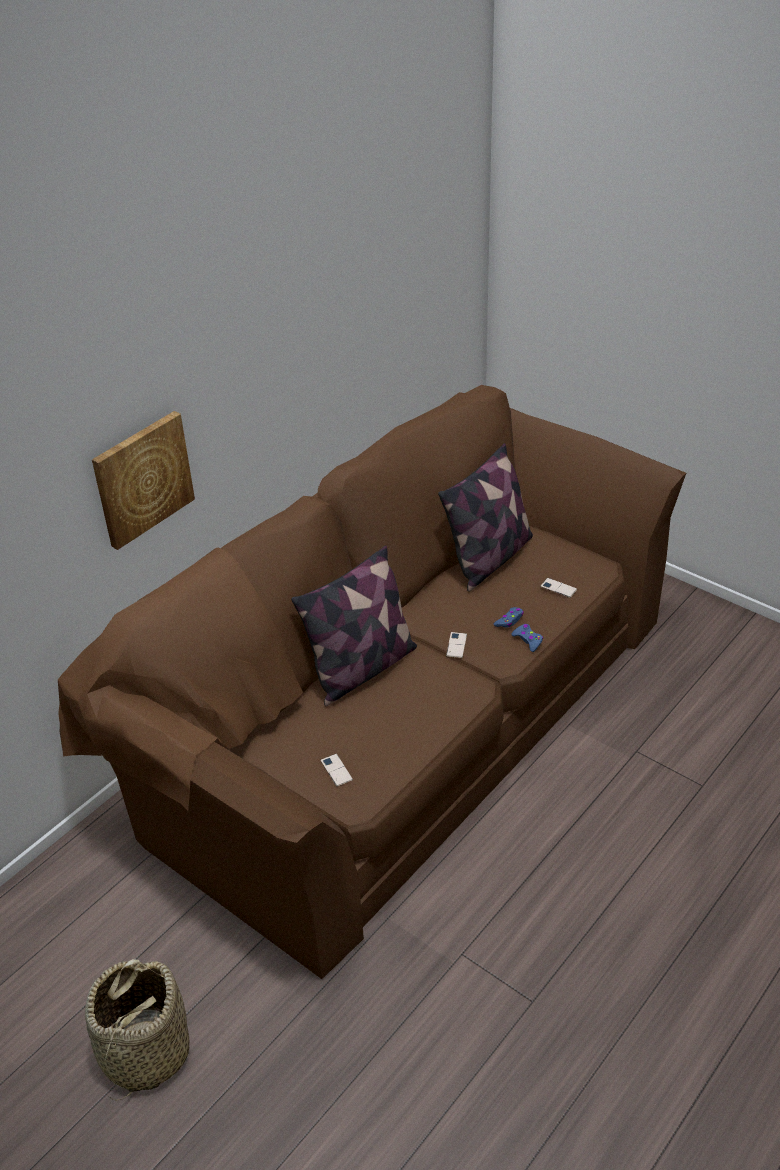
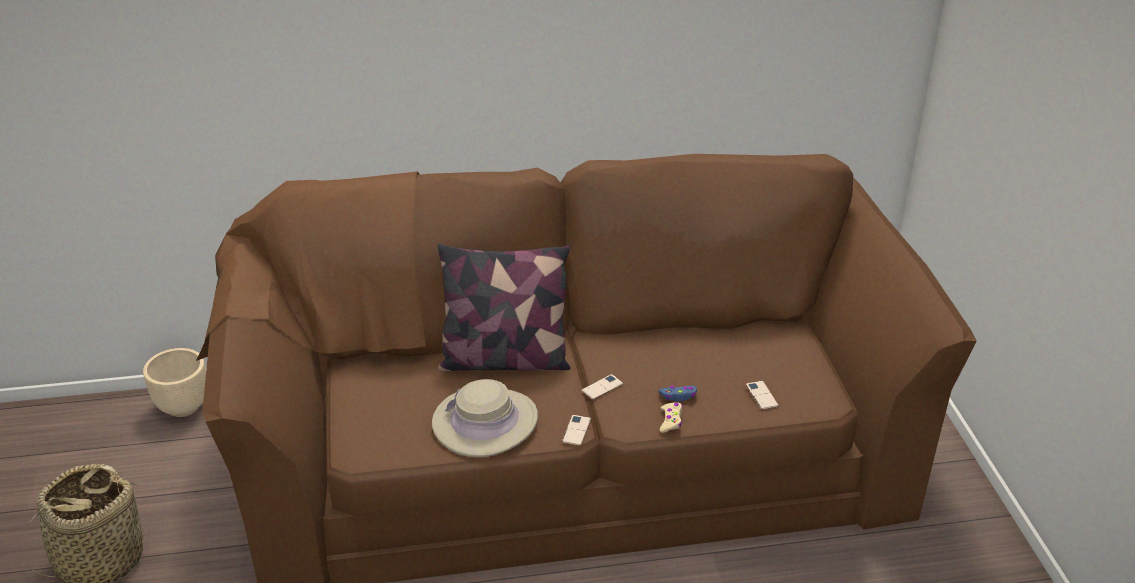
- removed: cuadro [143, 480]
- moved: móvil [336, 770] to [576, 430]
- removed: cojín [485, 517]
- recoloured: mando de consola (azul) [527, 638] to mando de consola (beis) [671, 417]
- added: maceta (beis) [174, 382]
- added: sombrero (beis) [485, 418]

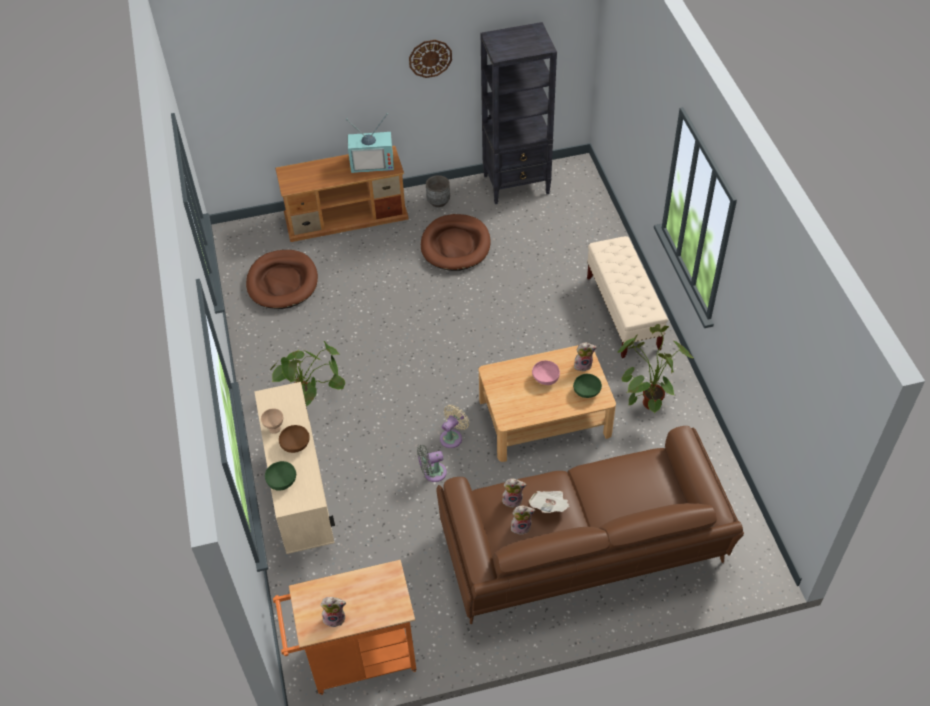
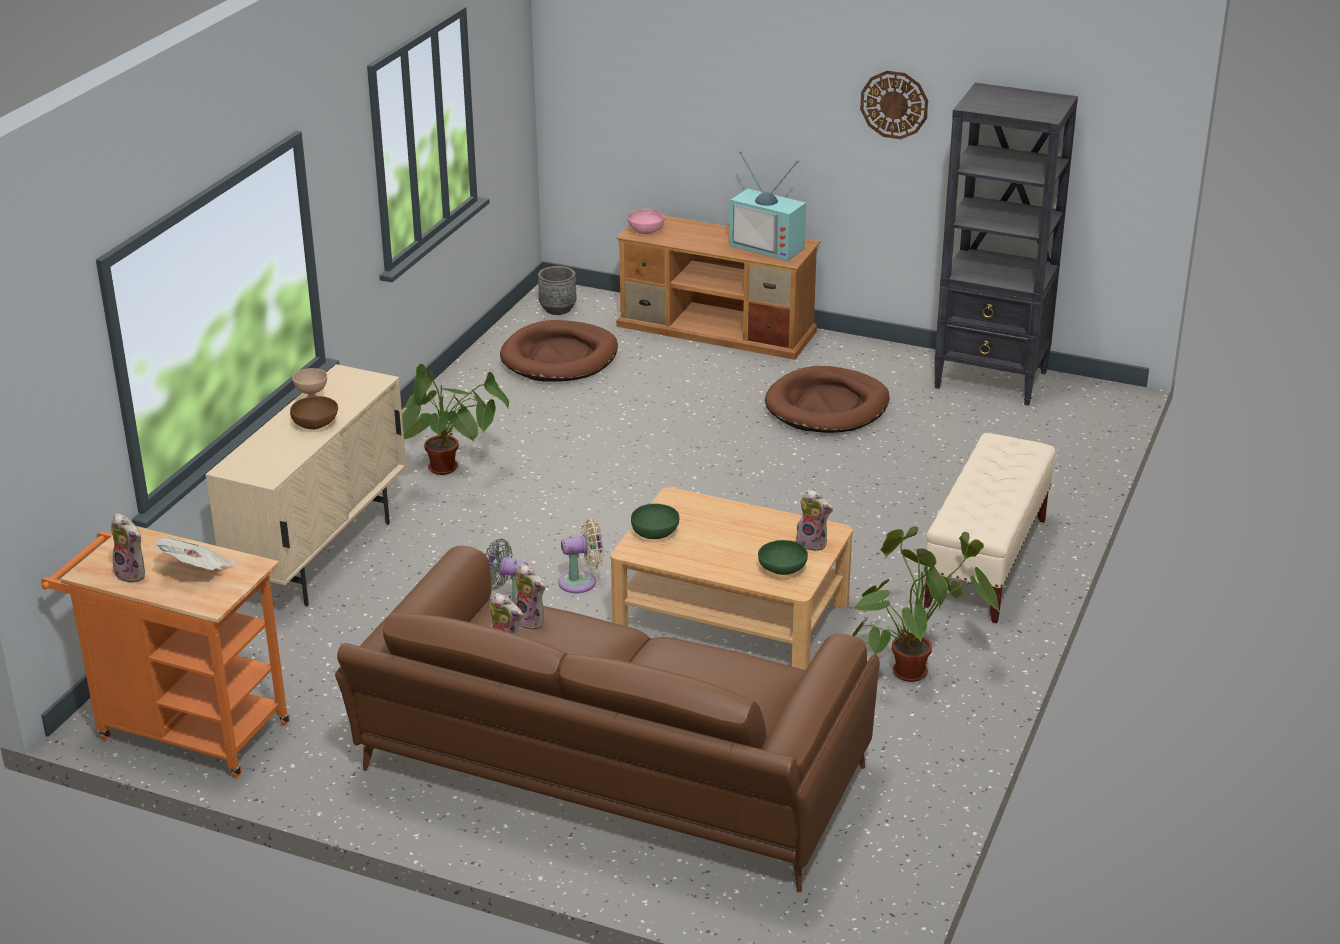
- moved: cuenco (verde) [280, 476] to [655, 521]
- moved: maceta (gris) [438, 191] to [557, 290]
- moved: periódico [549, 502] to [195, 553]
- moved: cuenco (rosa) [546, 372] to [646, 221]

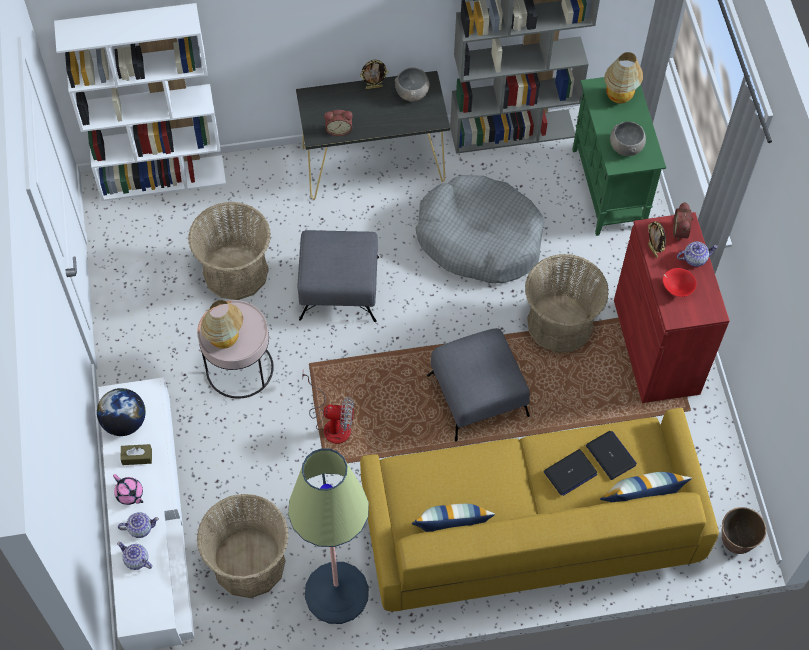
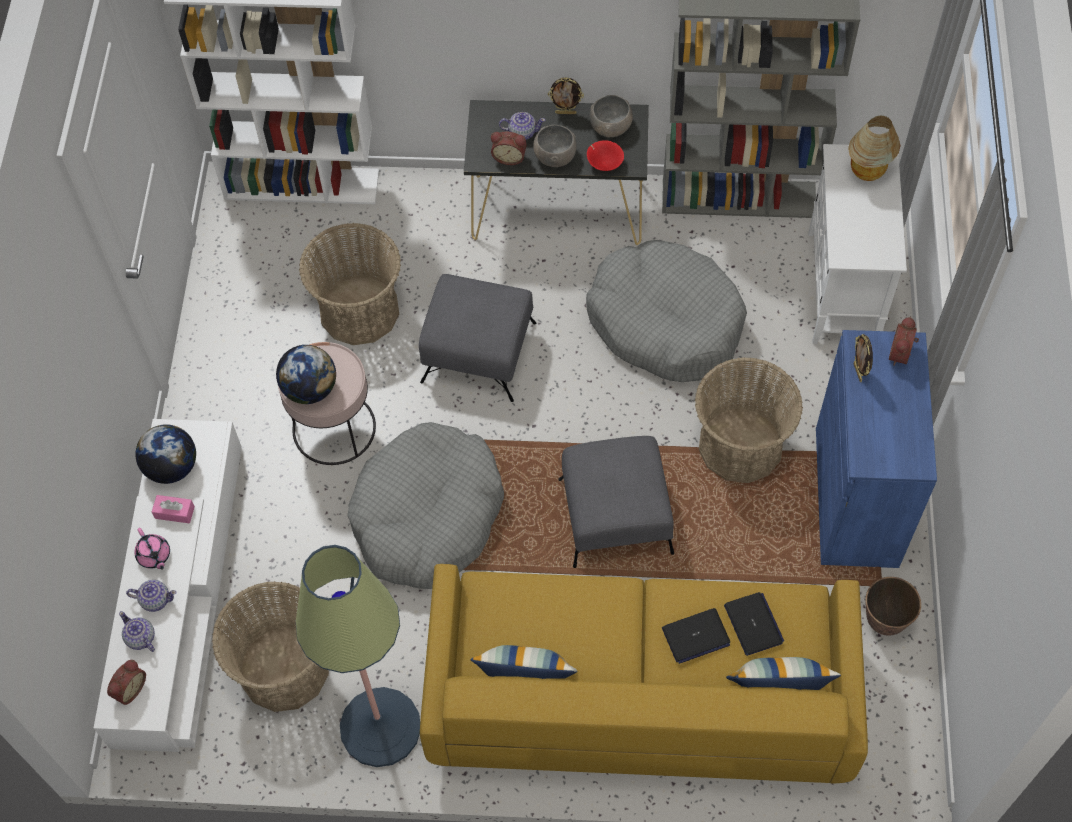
- recoloured: caja de pañuelos (marrón) [136, 454] to caja de pañuelos (rosa) [173, 509]
- replaced: lámpara de mesa [222, 324] to globo terráqueo [306, 374]
- replaced: ventilador [328, 407] to cama para perro (gris) [425, 505]
- recoloured: armario (verde) [619, 156] to armario (blanco) [858, 244]
- moved: cuenco (gris) [628, 139] to [555, 146]
- recoloured: armario (rojo) [672, 307] to armario (azul) [876, 449]
- moved: cuenco (rojo) [679, 282] to [605, 155]
- moved: tetera [697, 254] to [522, 126]
- moved: maceta [744, 530] to [893, 606]
- added: despertador [126, 682]

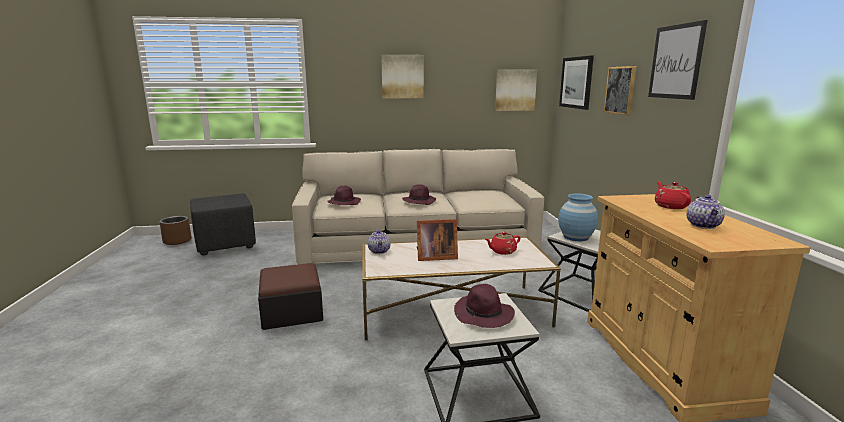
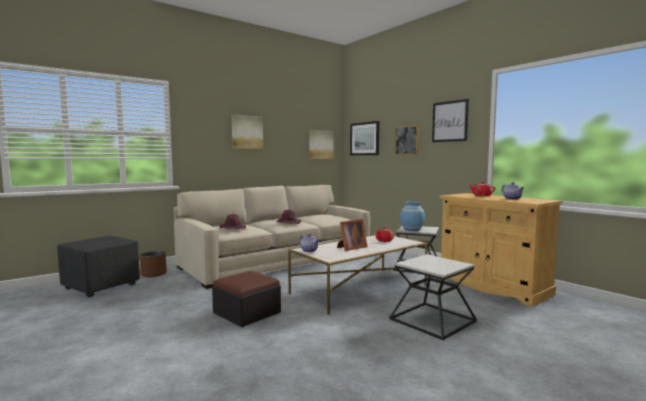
- moved: maceta (marrón) [175, 230] to [153, 264]
- removed: sombrero (morado) [484, 306]

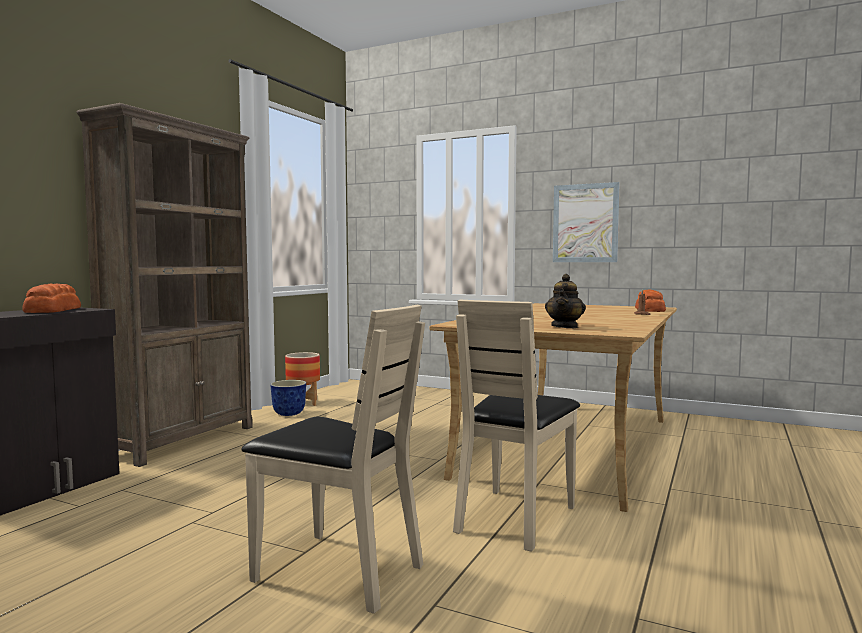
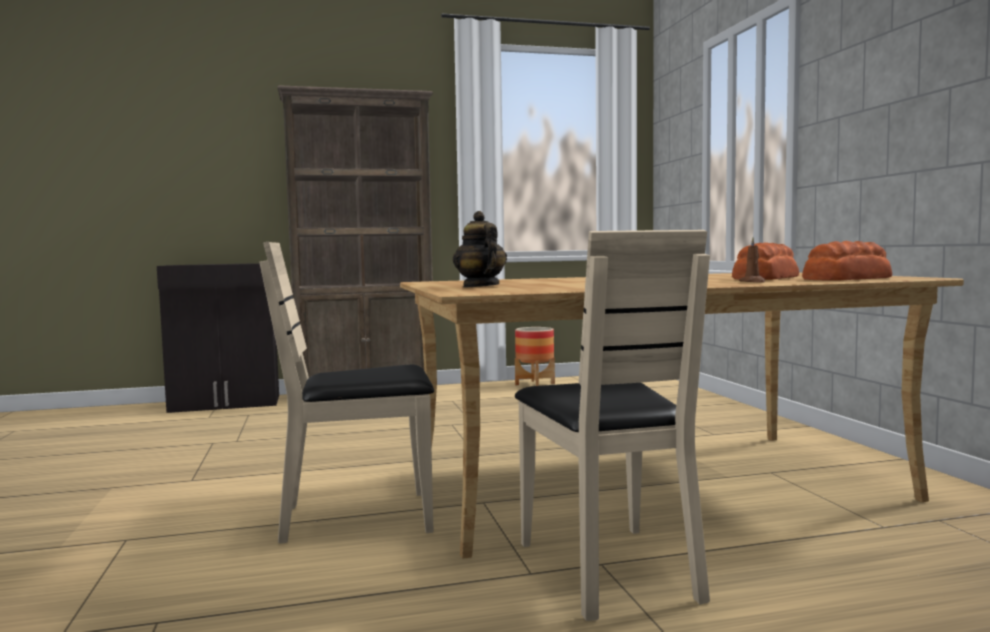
- moved: pan [51, 298] to [765, 261]
- moved: silla (beis) [333, 459] to [612, 425]
- removed: maceta [288, 398]
- turned: tetera [565, 301] = [480, 249] 90 degrees clockwise
- removed: cuadro [586, 222]

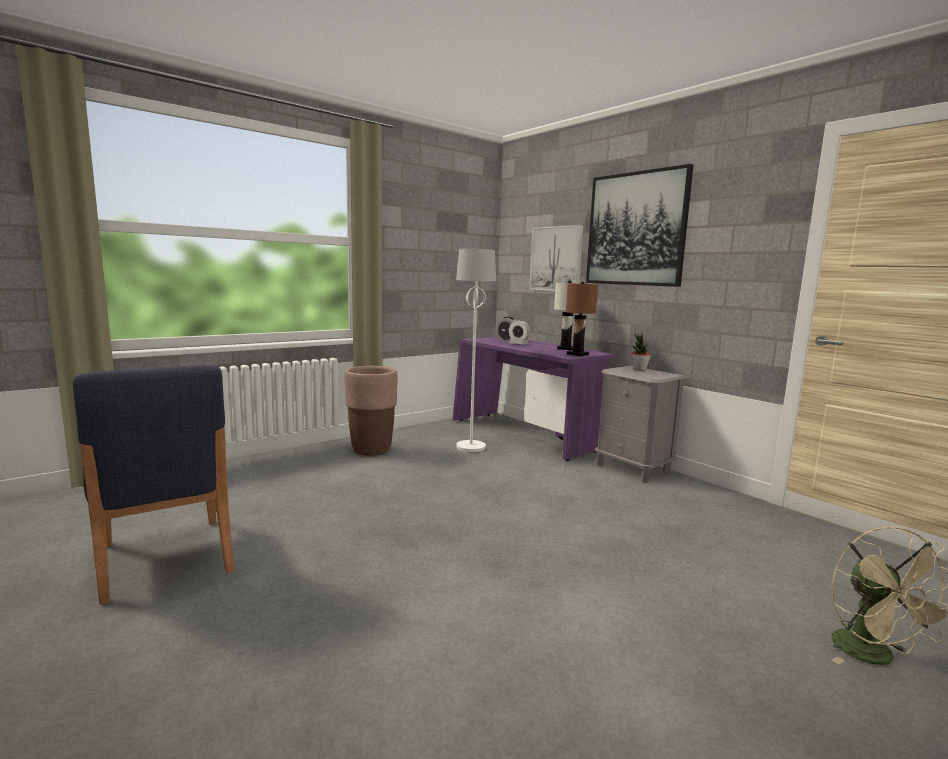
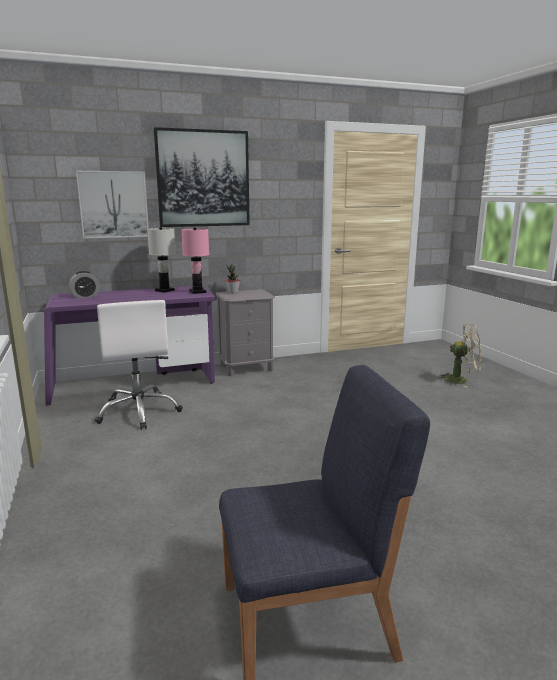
- removed: maceta (marrón) [371, 411]
- replaced: lámpara de pie (blanco) [476, 350] to silla de oficina (blanco) [139, 365]
- removed: despertador [519, 332]
- recoloured: lámpara de mesa (marrón) [582, 319] to lámpara de mesa (rosa) [195, 261]

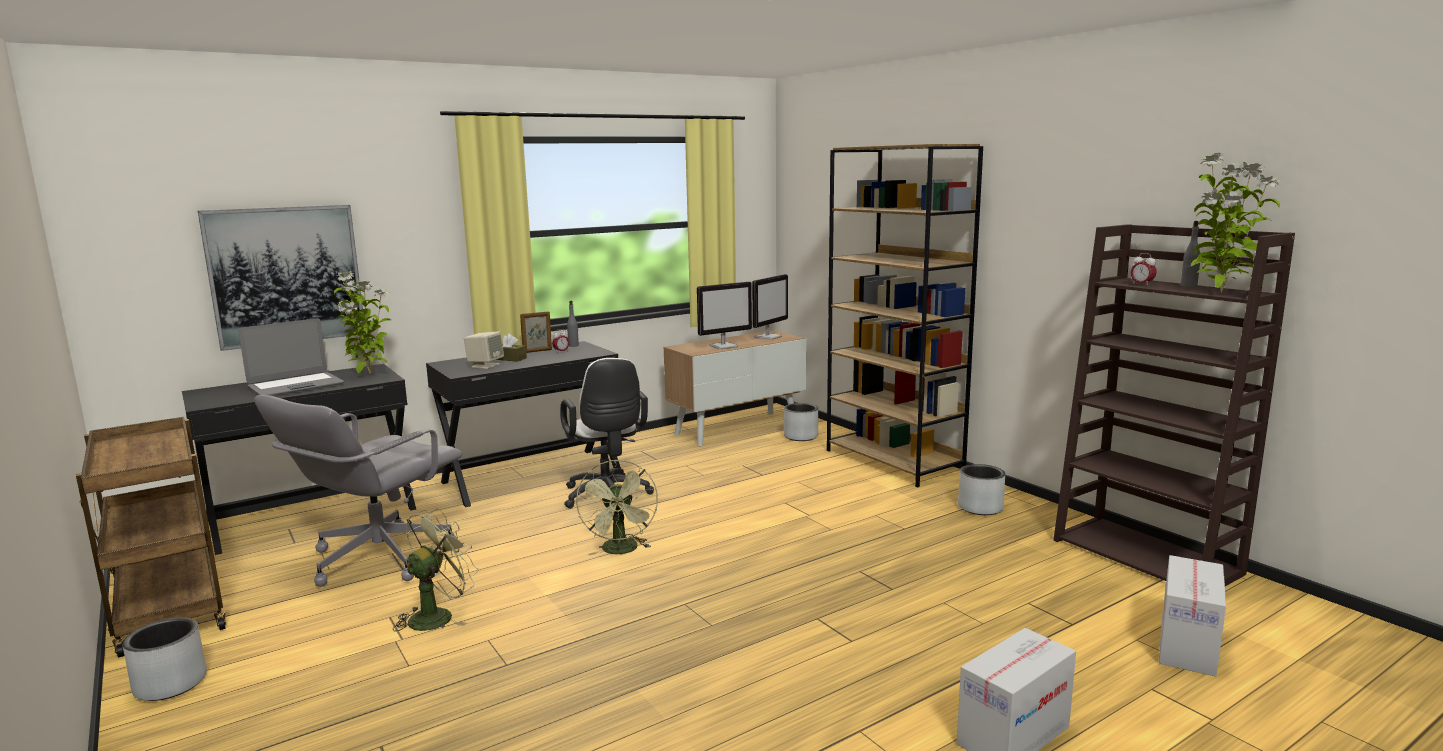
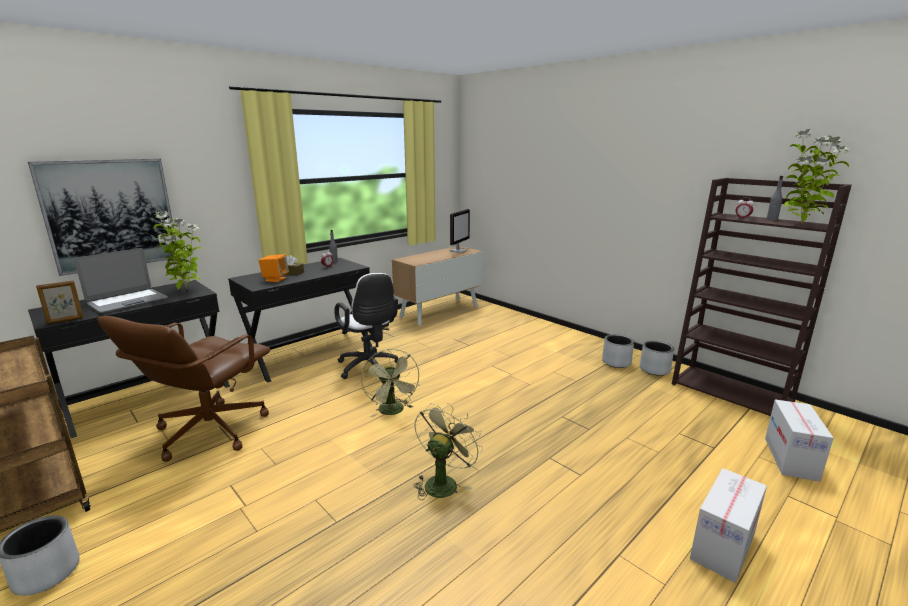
- recoloured: silla de oficina (gris) [358, 491] to silla de oficina (marrón) [183, 389]
- moved: ventilador (verde) [436, 569] to [448, 451]
- recoloured: altavoz (beis) [484, 350] to altavoz (naranja) [274, 268]
- moved: portarretratos [536, 332] to [59, 302]
- removed: monitor [724, 315]
- moved: maceta (gris) [801, 422] to [657, 358]
- removed: estantería (marrón) [905, 315]

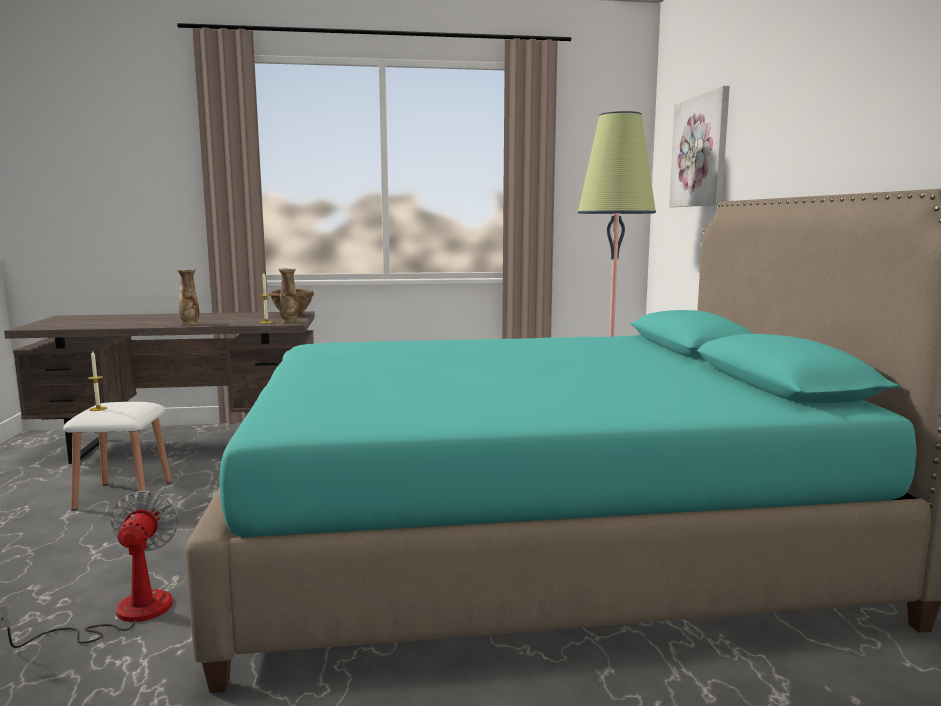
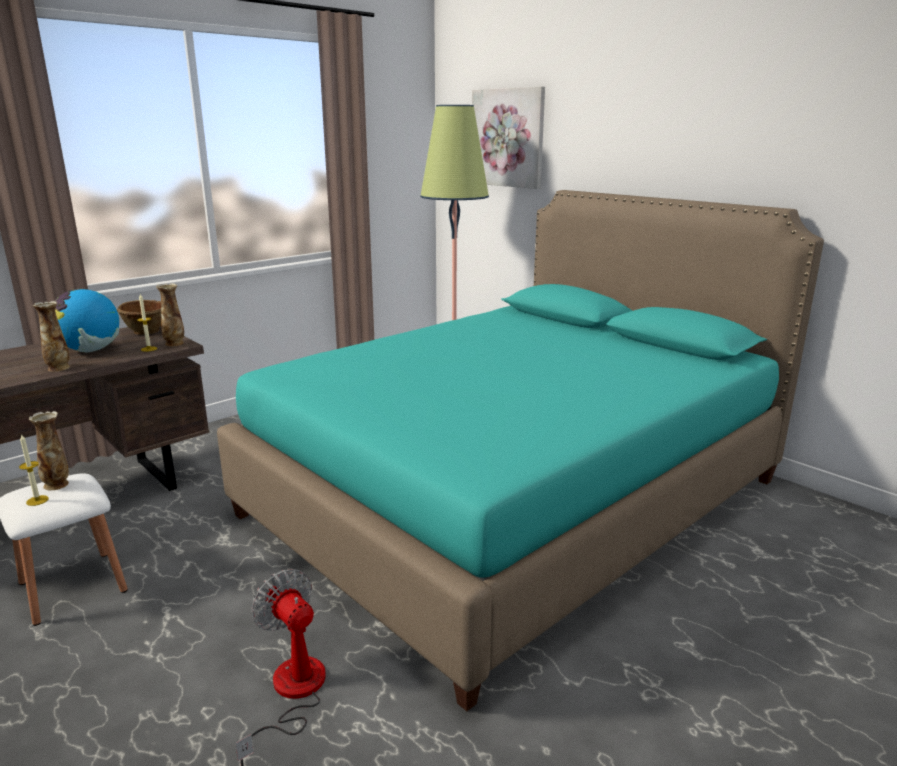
- added: florero [49, 450]
- added: globo terráqueo [87, 320]

